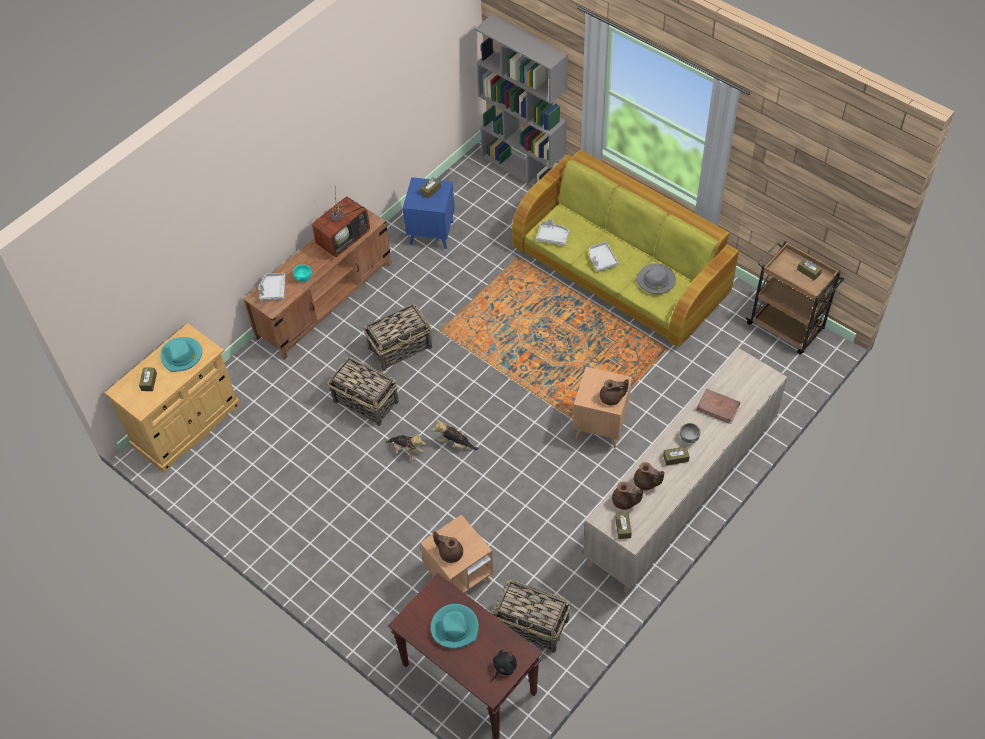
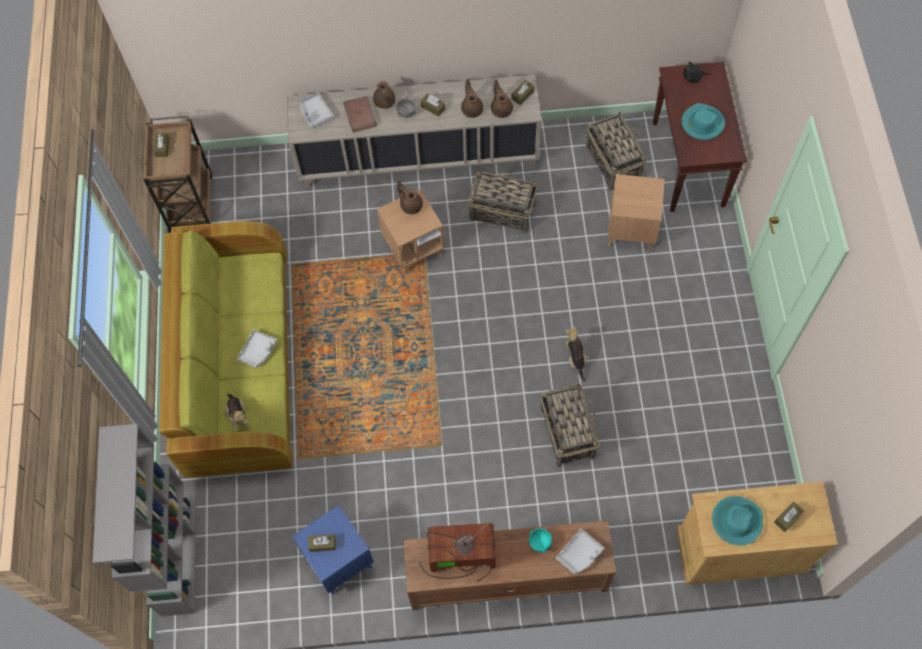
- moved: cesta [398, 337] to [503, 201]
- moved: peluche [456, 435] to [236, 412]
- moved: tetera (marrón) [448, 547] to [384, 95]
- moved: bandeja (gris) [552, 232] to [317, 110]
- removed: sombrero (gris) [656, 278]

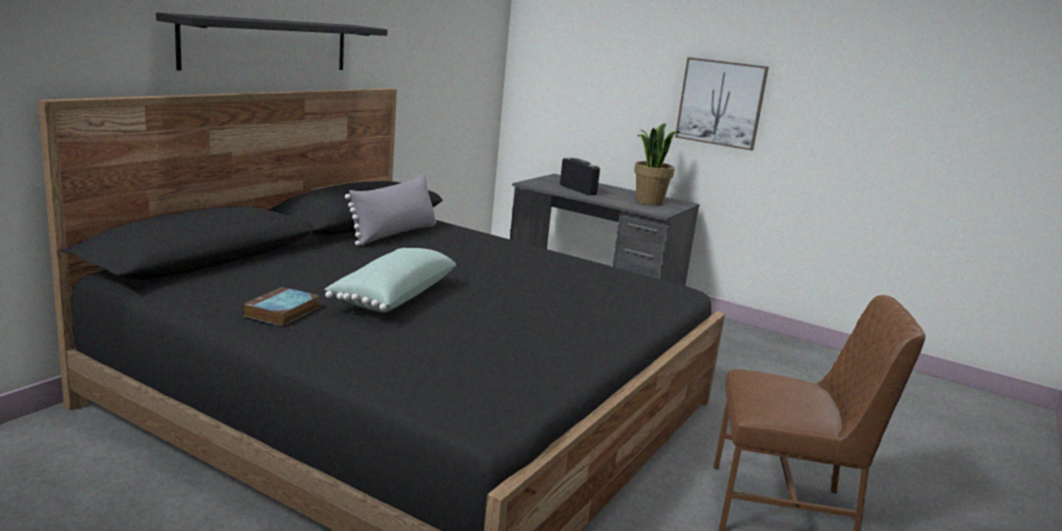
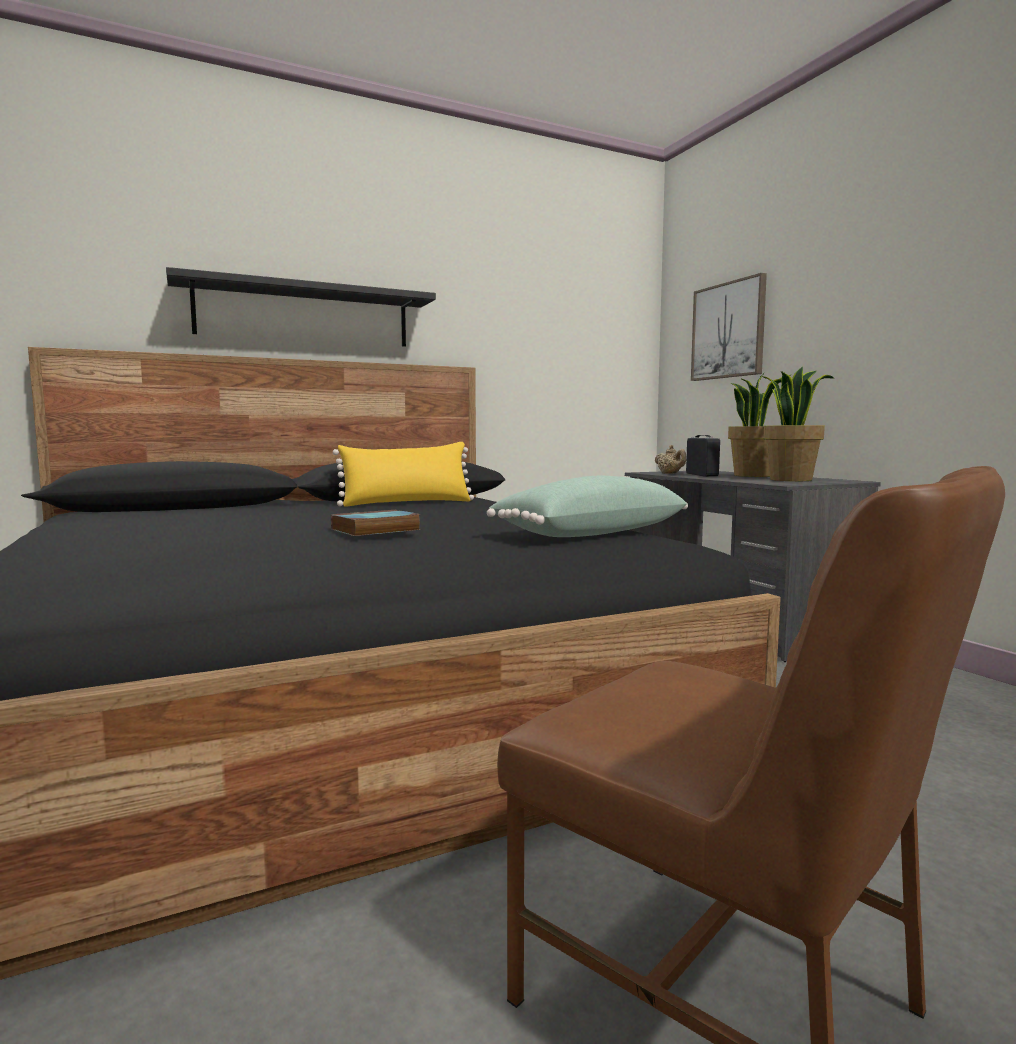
- moved: libro [280, 306] to [376, 523]
- moved: cojín (verde) [390, 280] to [587, 506]
- recoloured: cojín (gris) [390, 210] to cojín (amarillo) [403, 474]
- moved: cuadro [722, 104] to [729, 327]
- added: tetera (beis) [670, 459]
- added: planta en maceta [760, 424]

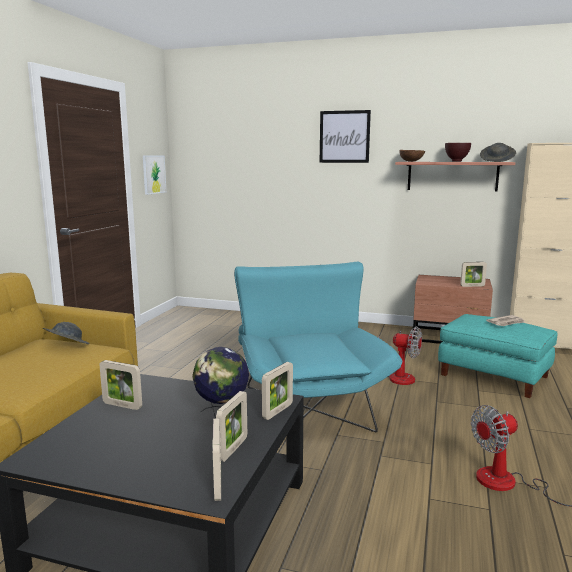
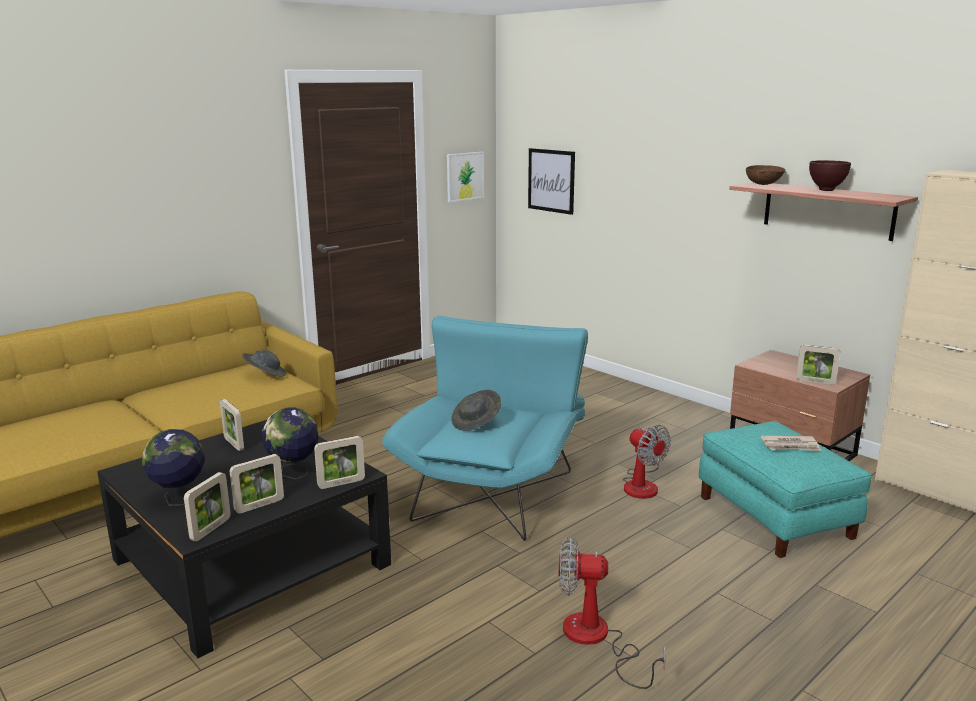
- moved: cuadro [345, 136] to [551, 181]
- moved: sombrero (gris) [498, 152] to [476, 410]
- added: globo terráqueo [173, 467]

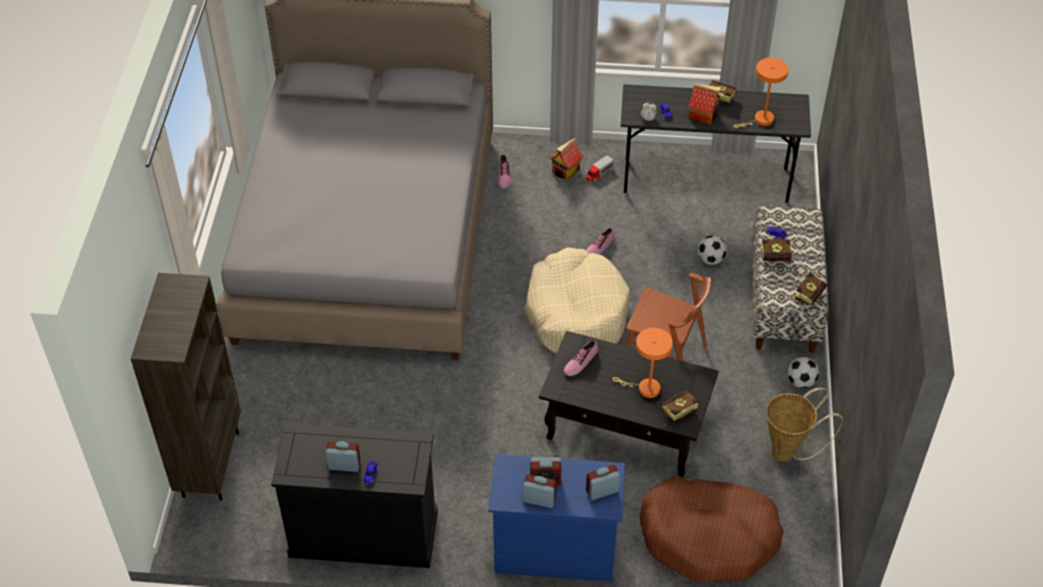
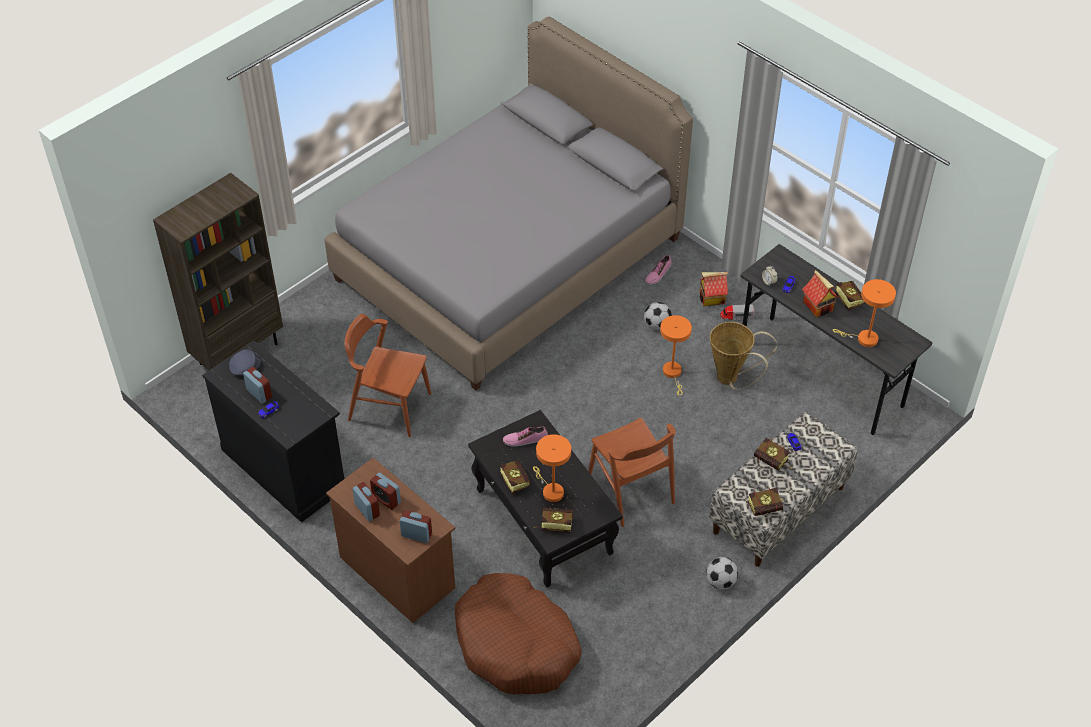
- recoloured: cómoda (azul) [556, 518] to cómoda (marrón) [390, 540]
- removed: cama para perro (beis) [577, 300]
- replaced: zapato [600, 241] to lámpara de mesa (naranja) [676, 355]
- moved: balón de fútbol [712, 250] to [658, 316]
- moved: cesta [804, 424] to [744, 356]
- added: gorra (gris) [245, 363]
- added: silla (marrón) [387, 375]
- added: libro [515, 477]

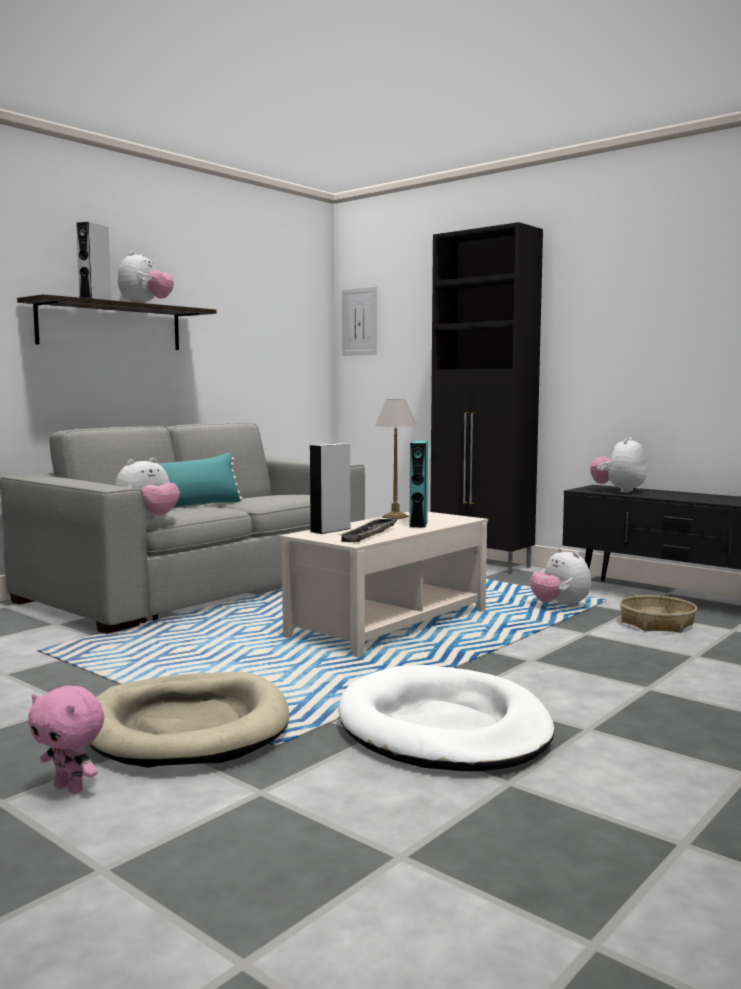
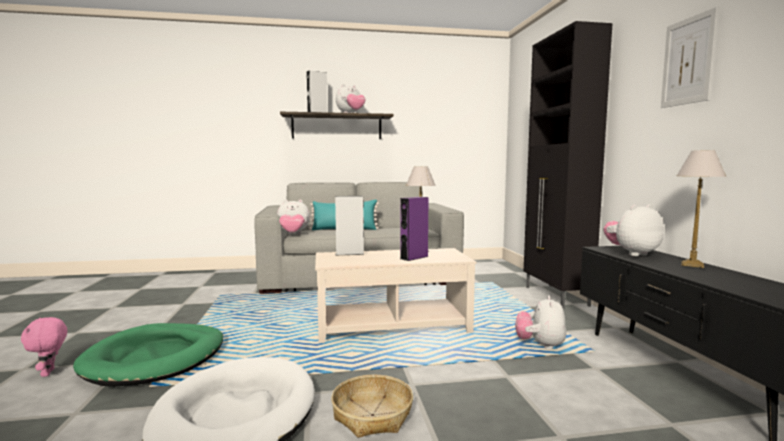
- recoloured: cama para perro (beis) [190, 720] to cama para perro (verde) [148, 355]
- removed: bandeja [368, 530]
- moved: cuadro [359, 321] to [689, 57]
- recoloured: altavoz (turquesa) [418, 484] to altavoz (morado) [414, 229]
- moved: cesta [658, 614] to [372, 406]
- added: lámpara de mesa [701, 209]

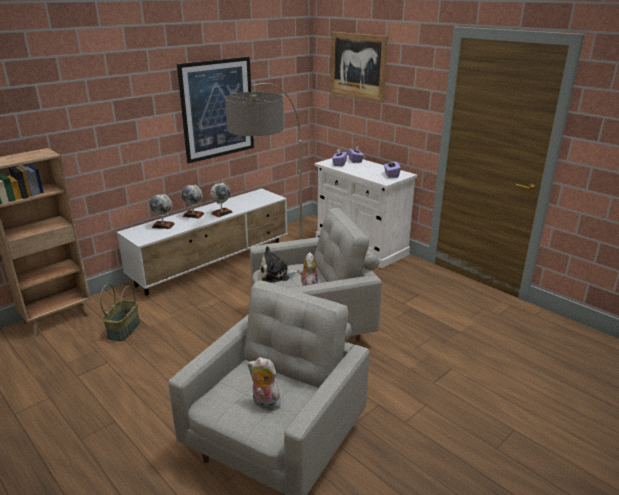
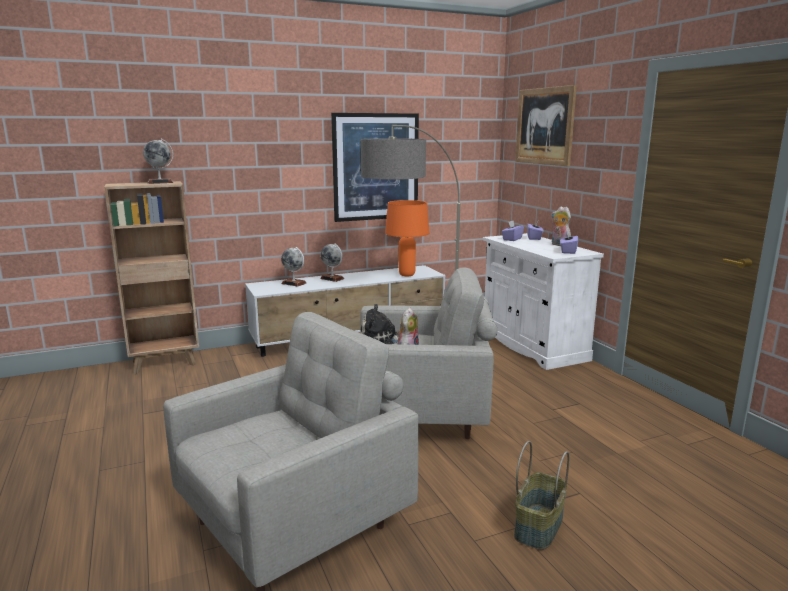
- moved: cesta [120, 312] to [541, 495]
- moved: globo terráqueo [221, 199] to [158, 161]
- moved: peluche [265, 384] to [561, 226]
- added: lámpara de mesa (naranja) [407, 238]

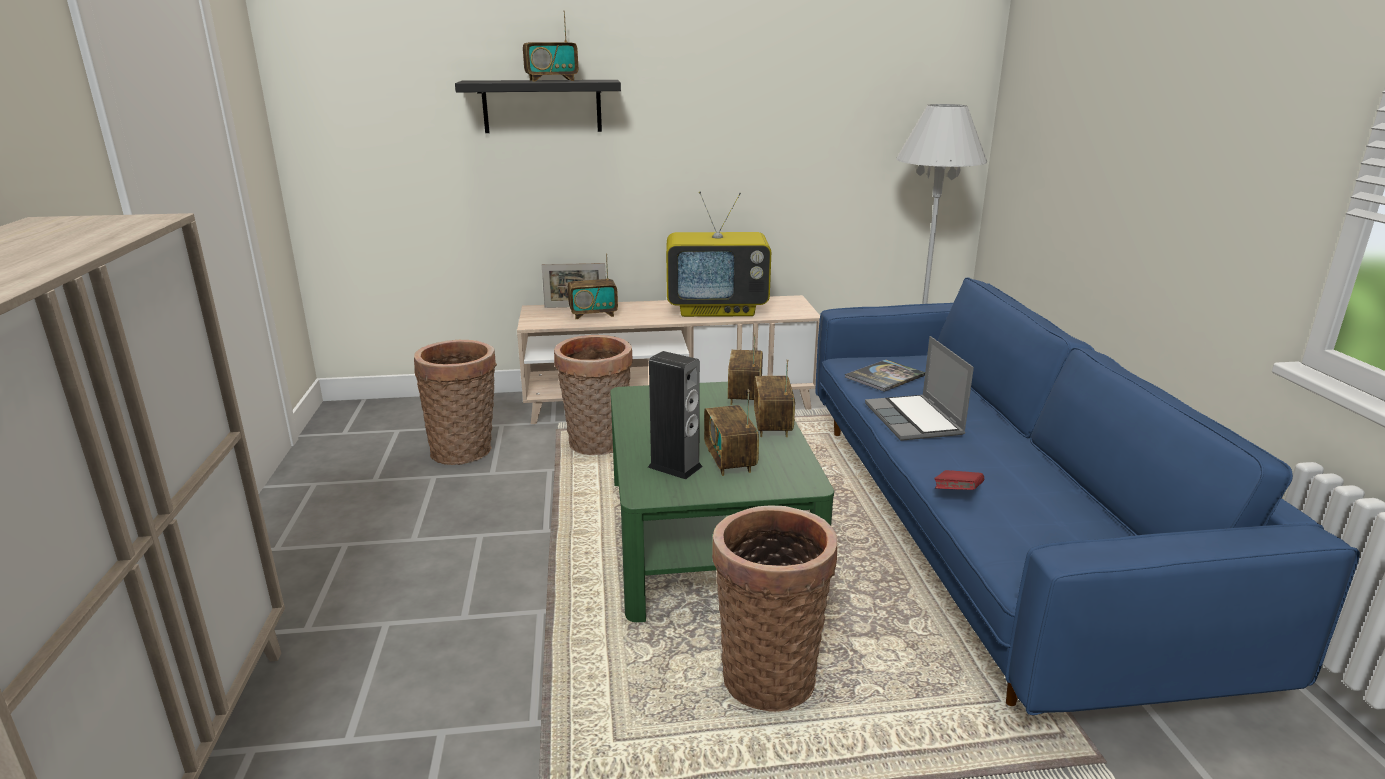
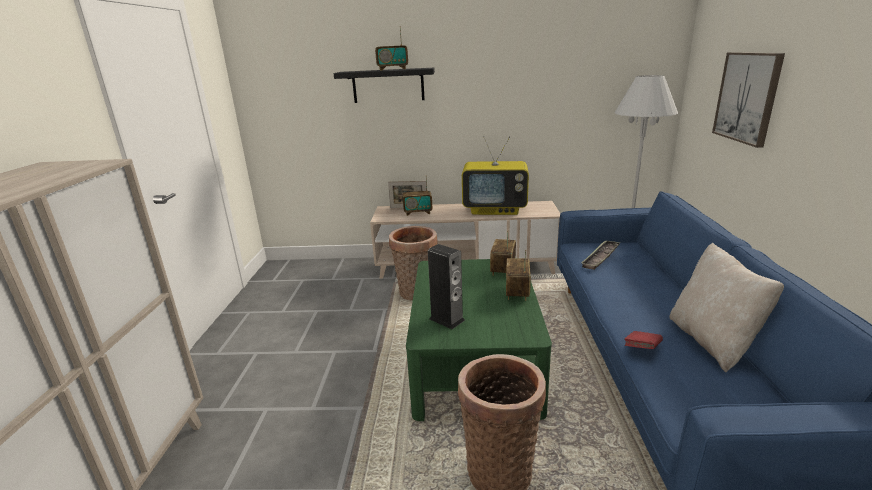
- removed: cesta [455, 402]
- removed: radio [731, 433]
- replaced: libro [885, 376] to bandeja [600, 255]
- removed: portátil [919, 388]
- added: cojín (beis) [726, 307]
- added: cuadro [748, 100]

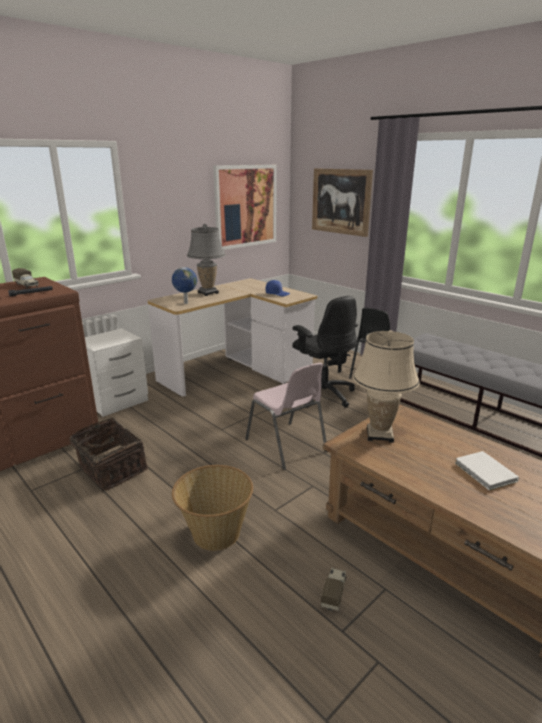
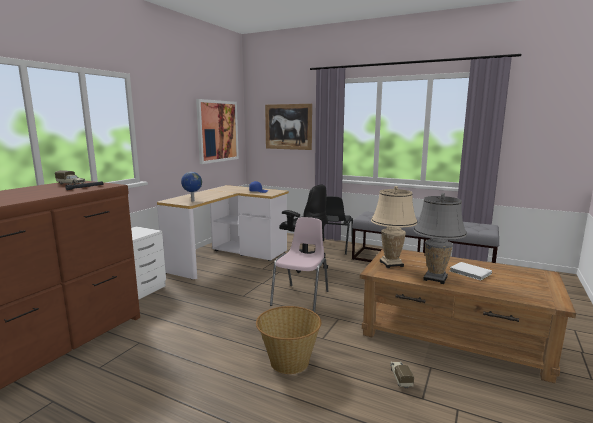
- removed: cesta [109, 454]
- moved: lámpara de mesa (gris) [206, 260] to [440, 238]
- turned: silla (rosa) [286, 416] = [299, 264] 105 degrees counterclockwise

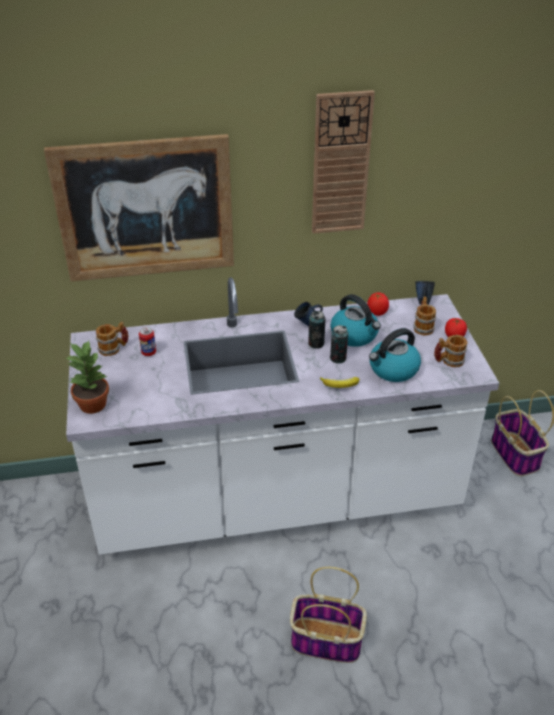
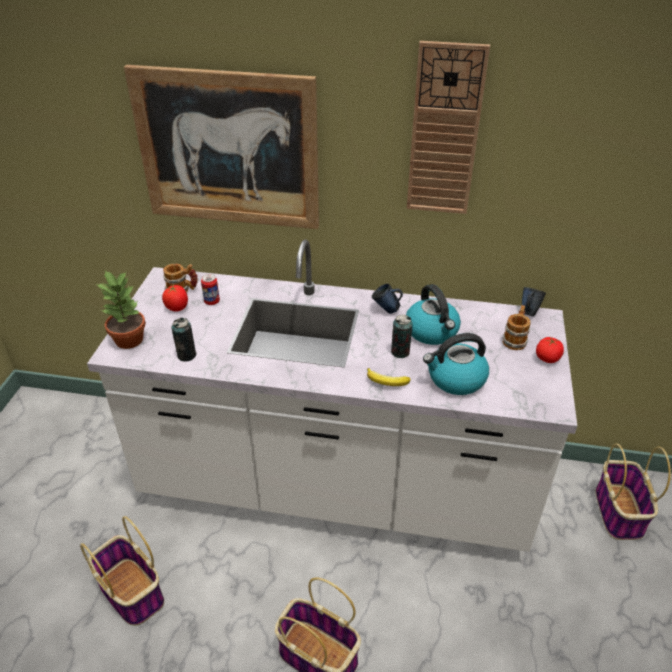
- moved: lata [316, 330] to [184, 340]
- moved: tomate [378, 304] to [175, 298]
- removed: taza grande [450, 351]
- added: cesta [122, 571]

